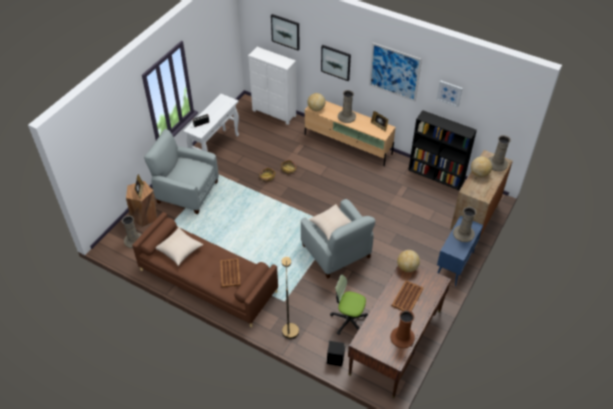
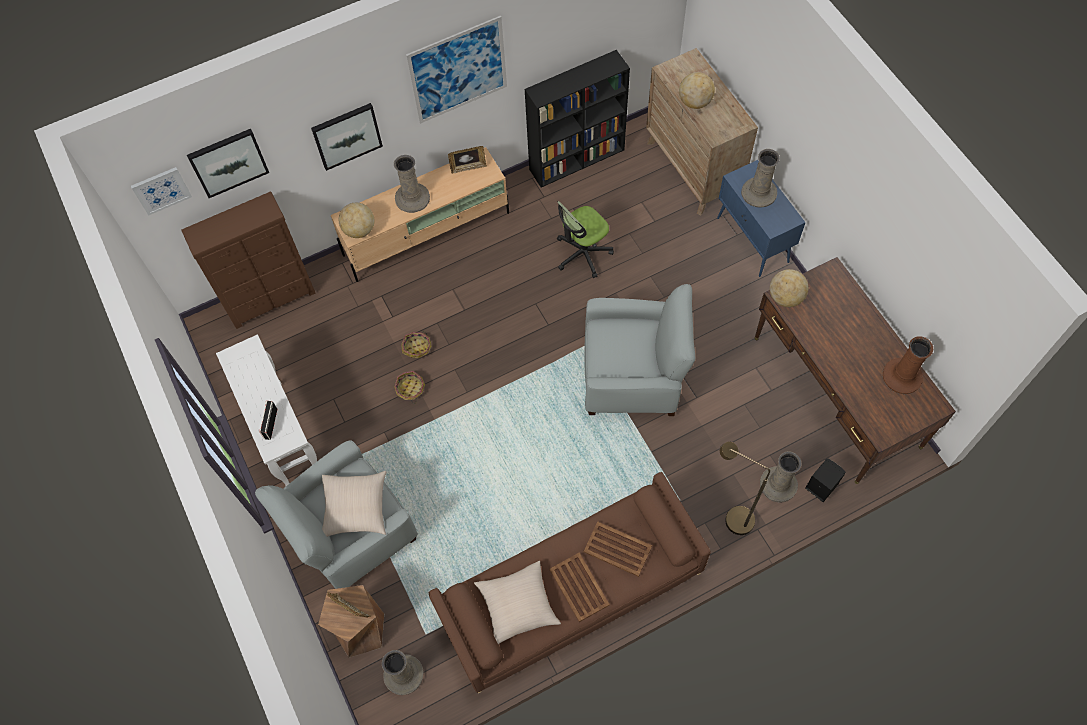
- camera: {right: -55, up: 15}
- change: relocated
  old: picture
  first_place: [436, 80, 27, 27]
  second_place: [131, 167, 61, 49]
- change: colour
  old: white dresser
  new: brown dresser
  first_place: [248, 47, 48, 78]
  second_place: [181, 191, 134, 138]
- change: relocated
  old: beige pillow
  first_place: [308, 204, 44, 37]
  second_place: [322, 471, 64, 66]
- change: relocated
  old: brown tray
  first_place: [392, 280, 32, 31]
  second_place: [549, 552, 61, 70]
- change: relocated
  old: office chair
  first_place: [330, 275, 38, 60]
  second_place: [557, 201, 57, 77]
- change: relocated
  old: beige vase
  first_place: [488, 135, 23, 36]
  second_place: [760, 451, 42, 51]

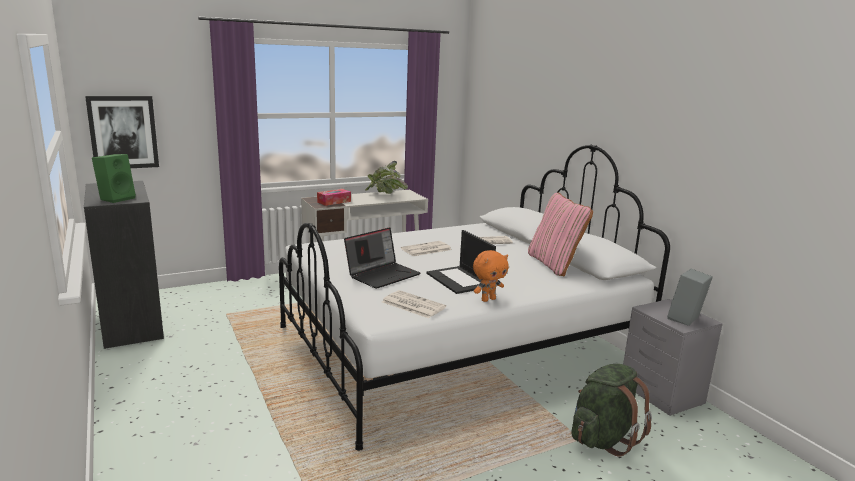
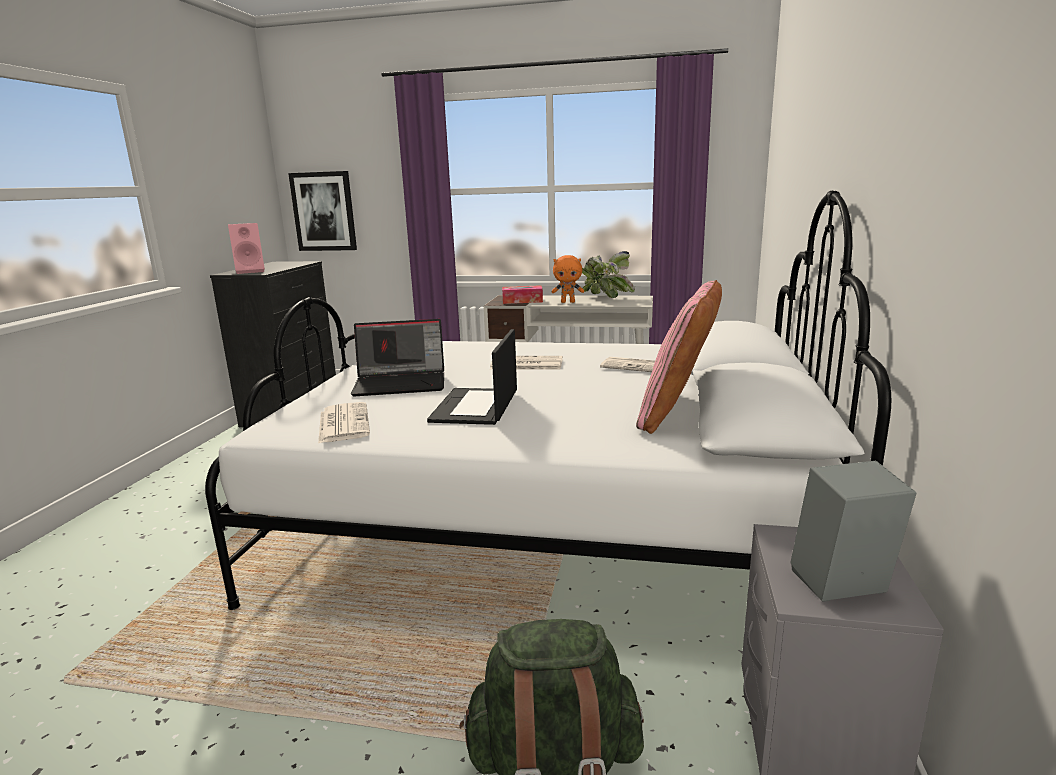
- camera: {right: 40, up: 0}
- change: colour
  old: green speaker
  new: pink speaker
  first_place: [92, 154, 44, 49]
  second_place: [228, 223, 37, 51]
- change: relocated
  old: orange plush toy
  first_place: [473, 250, 36, 52]
  second_place: [552, 255, 32, 48]

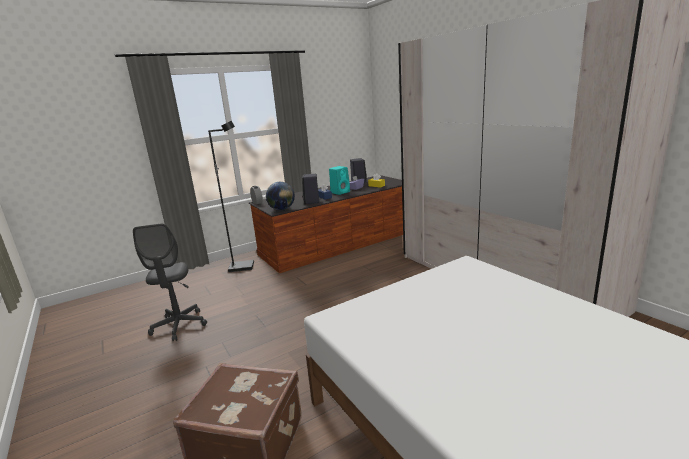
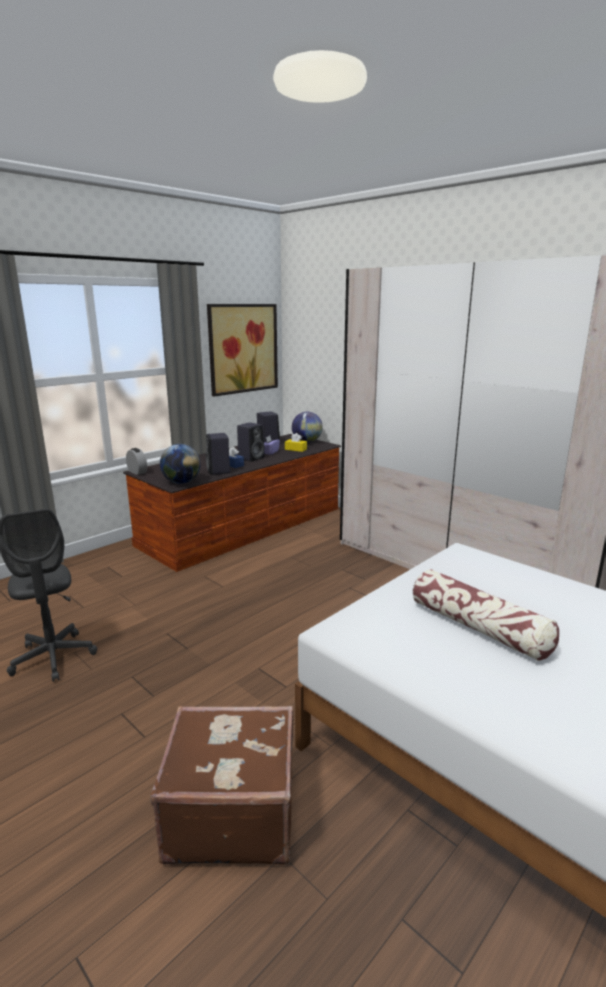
- camera: {right: -15, up: 0}
- change: appeared
  new: picture
  second_place: [207, 304, 71, 93]
- change: colour
  old: turquoise speaker
  new: black speaker
  first_place: [329, 166, 21, 29]
  second_place: [237, 422, 28, 40]
- change: appeared
  new: globe
  second_place: [292, 412, 31, 31]
- change: appeared
  new: pillow
  second_place: [413, 569, 146, 92]
- change: missing
  old: black floor lamp
  first_place: [208, 121, 46, 151]

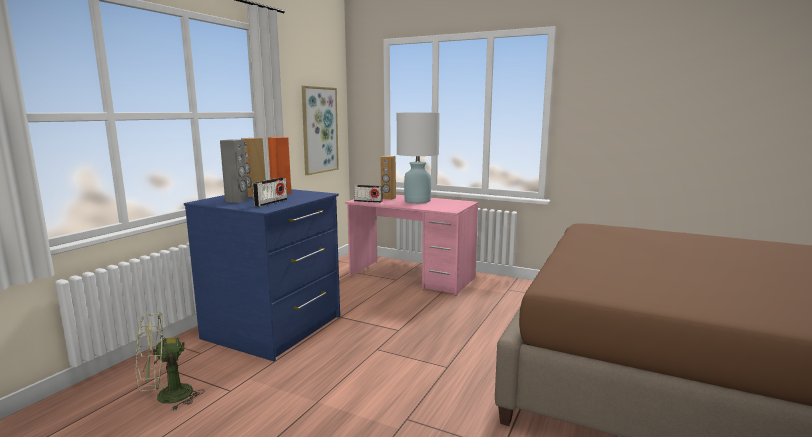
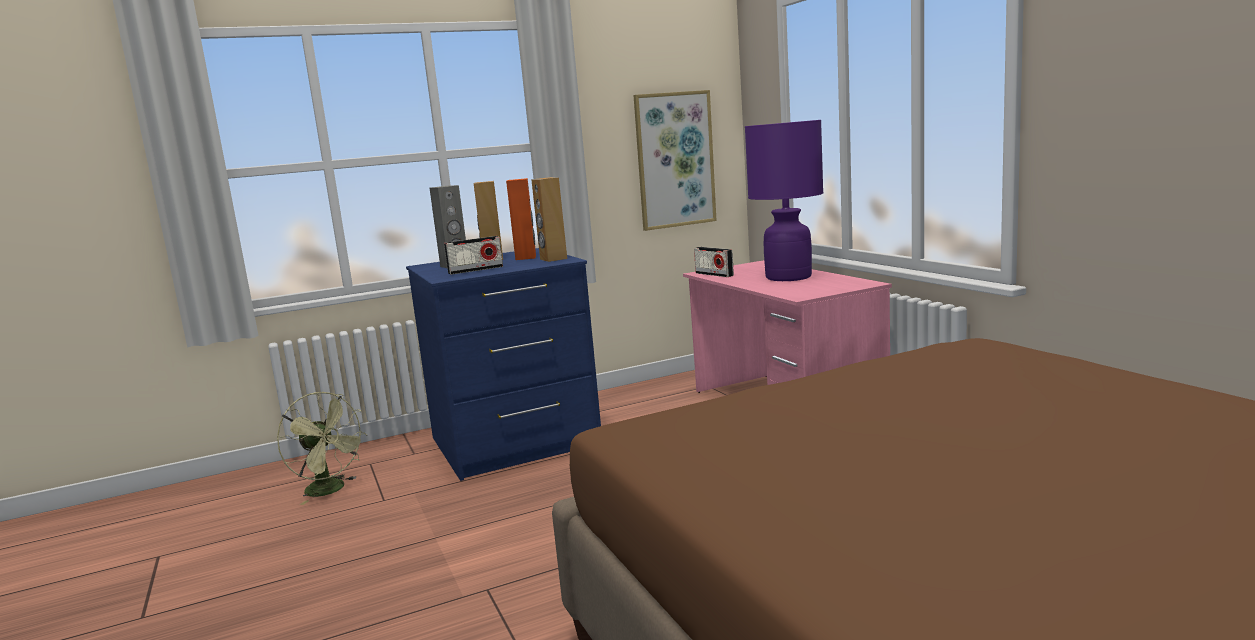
- camera: {right: 40, up: 0}
- change: spun
  old: green fan
  first_place: [135, 312, 70, 99]
  second_place: [277, 392, 90, 113]
  degrees: -150
- change: relocated
  old: brown speaker
  first_place: [381, 156, 15, 44]
  second_place: [531, 177, 36, 85]
- change: colour
  old: white table lamp
  new: purple table lamp
  first_place: [397, 112, 43, 91]
  second_place: [745, 120, 78, 161]

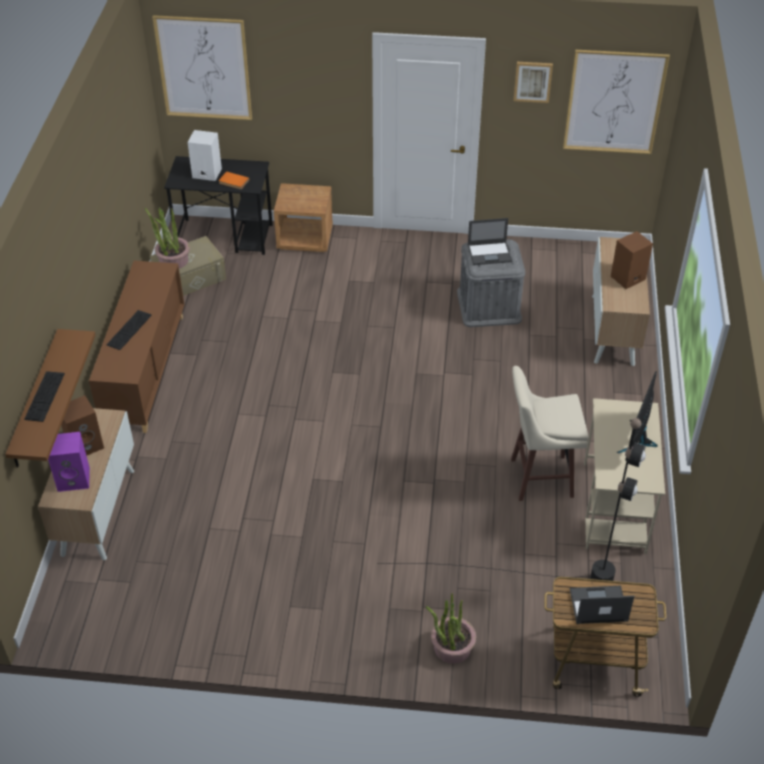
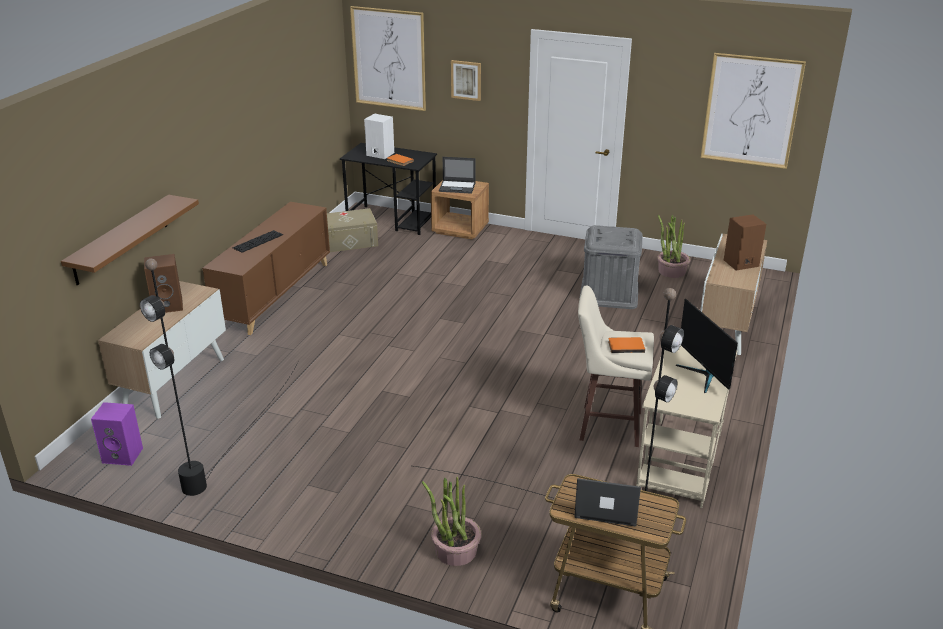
- camera: {right: 15, up: -15}
- change: relocated
  old: purple speaker
  first_place: [48, 432, 42, 60]
  second_place: [91, 402, 52, 64]
- change: appeared
  new: black floor lamp
  second_place: [140, 259, 159, 237]
- change: relocated
  old: laptop
  first_place: [468, 218, 44, 47]
  second_place: [439, 157, 37, 37]
- change: relocated
  old: picture
  first_place: [514, 62, 39, 41]
  second_place: [451, 60, 30, 41]
- change: appeared
  new: orange book
  second_place: [608, 337, 37, 16]
- change: relocated
  old: potted plant
  first_place: [145, 207, 45, 62]
  second_place: [657, 215, 33, 63]
- change: spun
  old: monitor
  first_place: [617, 371, 41, 90]
  second_place: [676, 299, 62, 94]
  degrees: -60
- change: missing
  old: keyboard
  first_place: [24, 371, 41, 51]

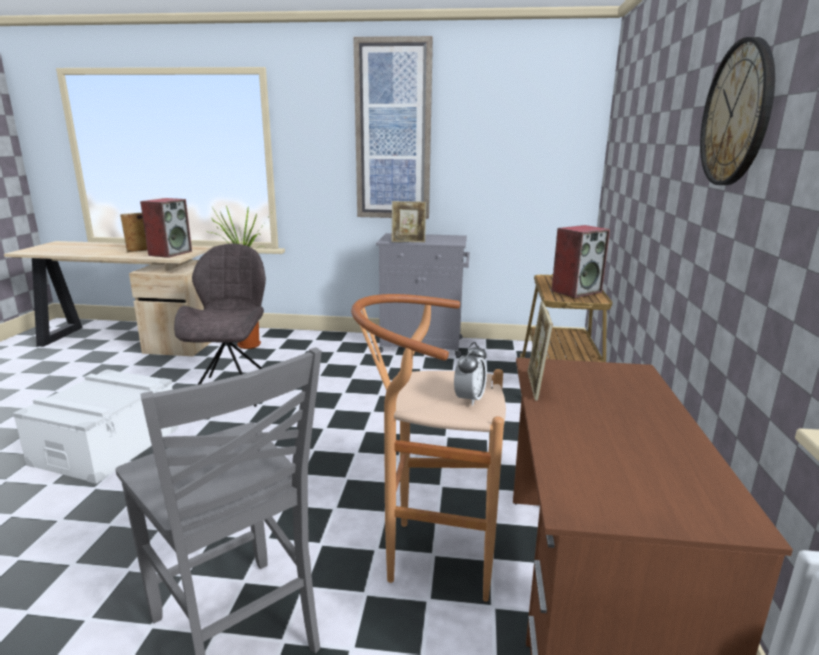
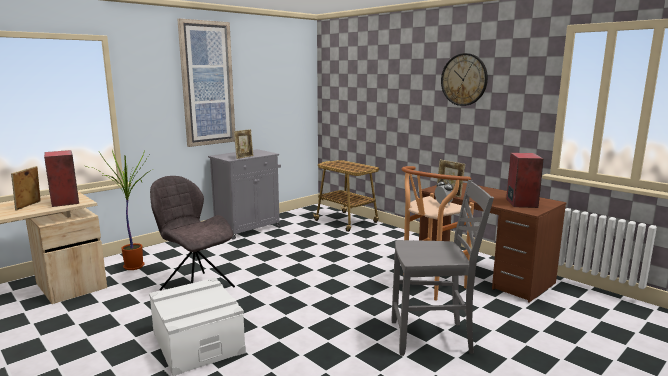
- camera: {right: -50, up: -5}
- change: relocated
  old: speaker
  first_place: [552, 225, 58, 73]
  second_place: [506, 153, 38, 55]

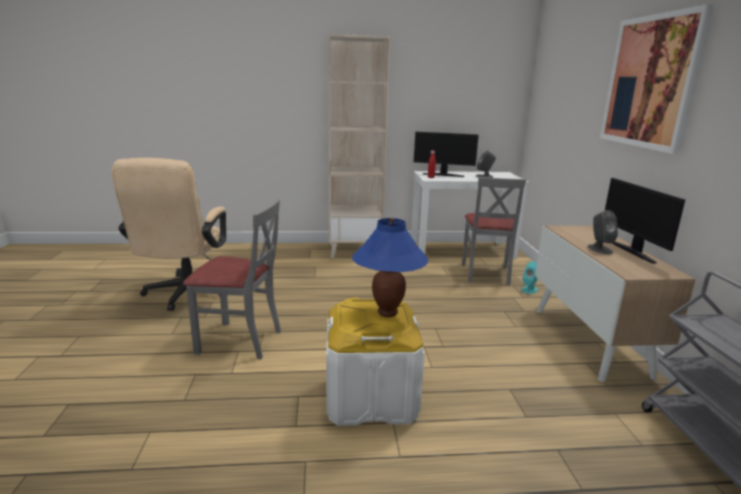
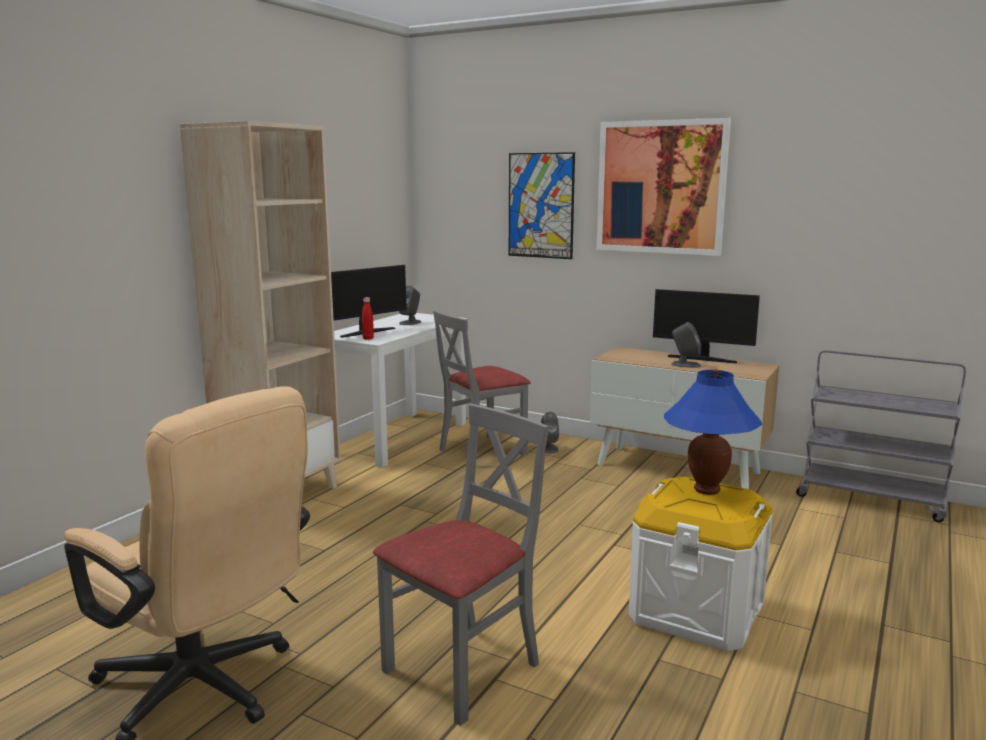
- camera: {right: -55, up: -5}
- change: spun
  old: grey chair
  first_place: [462, 177, 64, 108]
  second_place: [433, 310, 98, 153]
  degrees: 105
- change: appeared
  new: picture
  second_place: [509, 152, 66, 107]
- change: colour
  old: turquoise speaker
  new: grey speaker
  first_place: [521, 261, 17, 33]
  second_place: [541, 412, 18, 41]

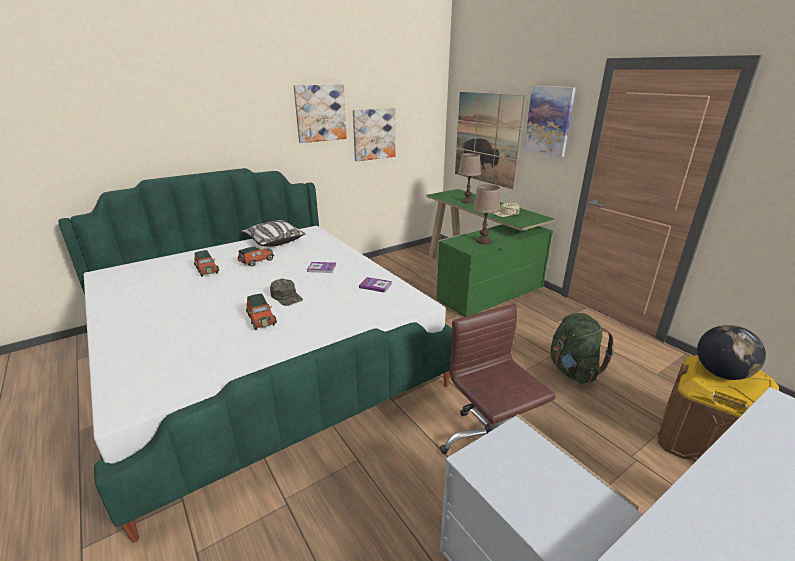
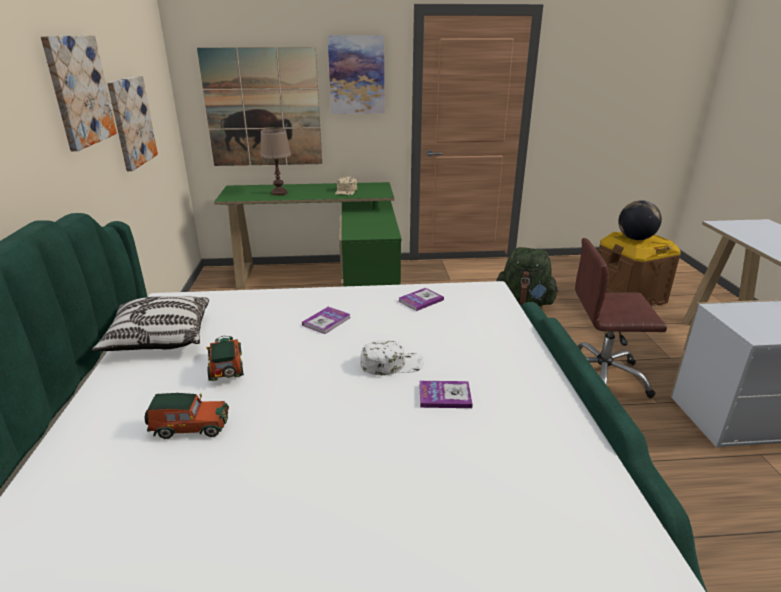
- camera: {right: -60, up: 0}
- change: colour
  old: green cap
  new: white cap
  first_place: [270, 279, 33, 27]
  second_place: [360, 340, 64, 35]
- change: exchanged
  old: toy car
  new: book
  first_place: [246, 294, 31, 36]
  second_place: [419, 381, 54, 27]
- change: missing
  old: brown table lamp
  first_place: [473, 185, 27, 59]

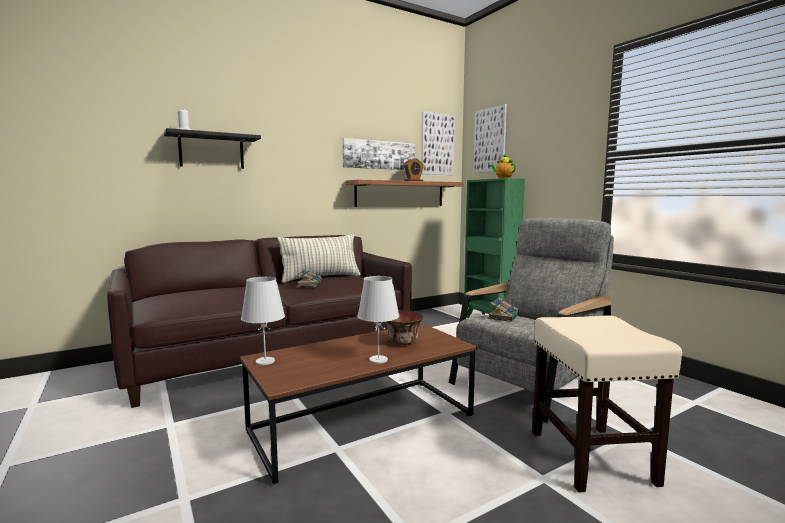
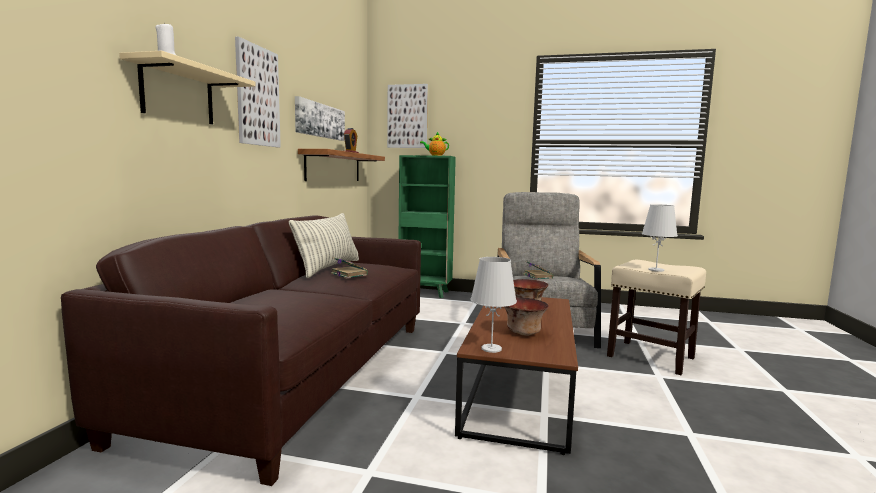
- camera: {right: -45, up: 0}
- change: colour
  old: black shelf
  new: beige shelf
  first_place: [164, 128, 97, 41]
  second_place: [119, 51, 137, 73]
- change: relocated
  old: picture
  first_place: [421, 111, 34, 64]
  second_place: [235, 36, 46, 111]
- change: appeared
  new: bowl
  second_place: [504, 297, 45, 38]
- change: relocated
  old: white table lamp
  first_place: [357, 276, 42, 88]
  second_place: [642, 204, 36, 68]

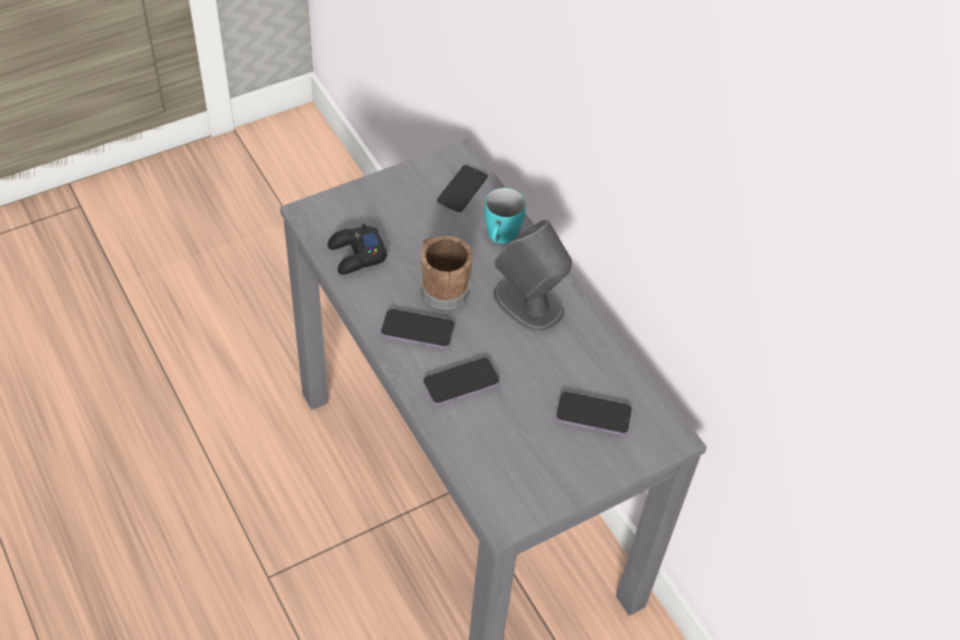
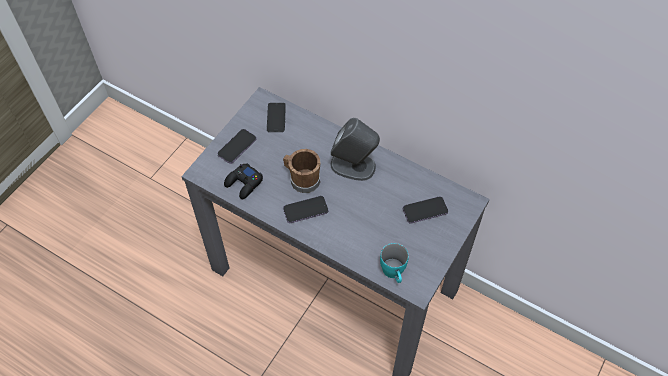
- camera: {right: -25, up: 5}
- change: relocated
  old: phone
  first_place: [423, 357, 77, 48]
  second_place: [217, 129, 40, 35]
- change: relocated
  old: turquoise mug
  first_place: [484, 188, 42, 55]
  second_place: [380, 243, 29, 40]

